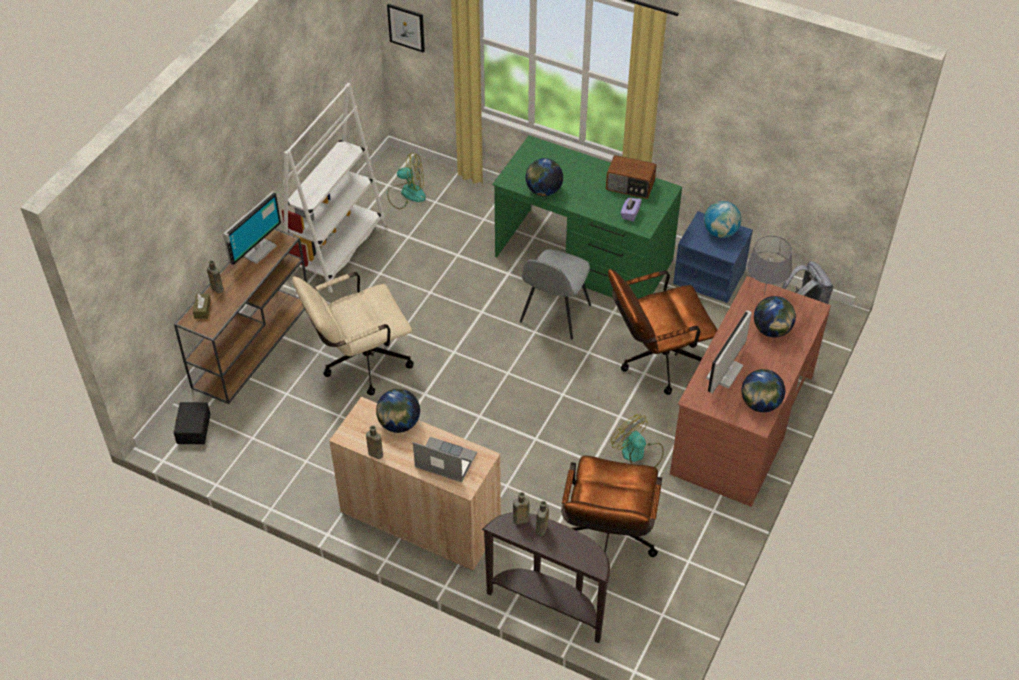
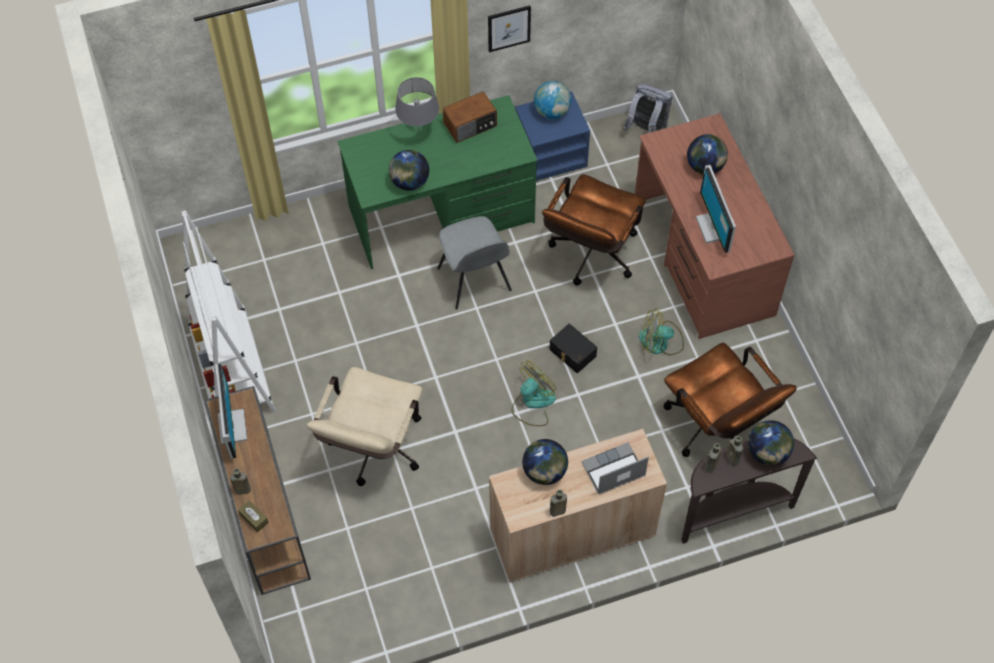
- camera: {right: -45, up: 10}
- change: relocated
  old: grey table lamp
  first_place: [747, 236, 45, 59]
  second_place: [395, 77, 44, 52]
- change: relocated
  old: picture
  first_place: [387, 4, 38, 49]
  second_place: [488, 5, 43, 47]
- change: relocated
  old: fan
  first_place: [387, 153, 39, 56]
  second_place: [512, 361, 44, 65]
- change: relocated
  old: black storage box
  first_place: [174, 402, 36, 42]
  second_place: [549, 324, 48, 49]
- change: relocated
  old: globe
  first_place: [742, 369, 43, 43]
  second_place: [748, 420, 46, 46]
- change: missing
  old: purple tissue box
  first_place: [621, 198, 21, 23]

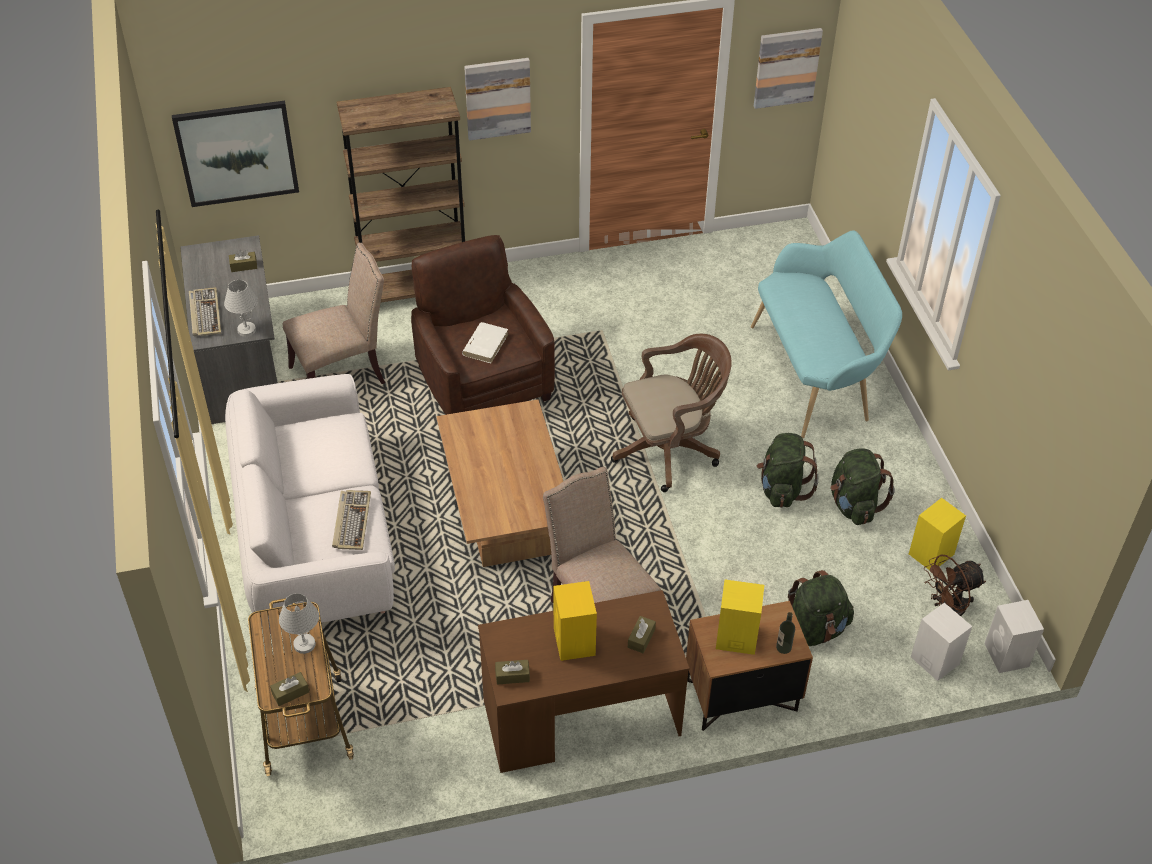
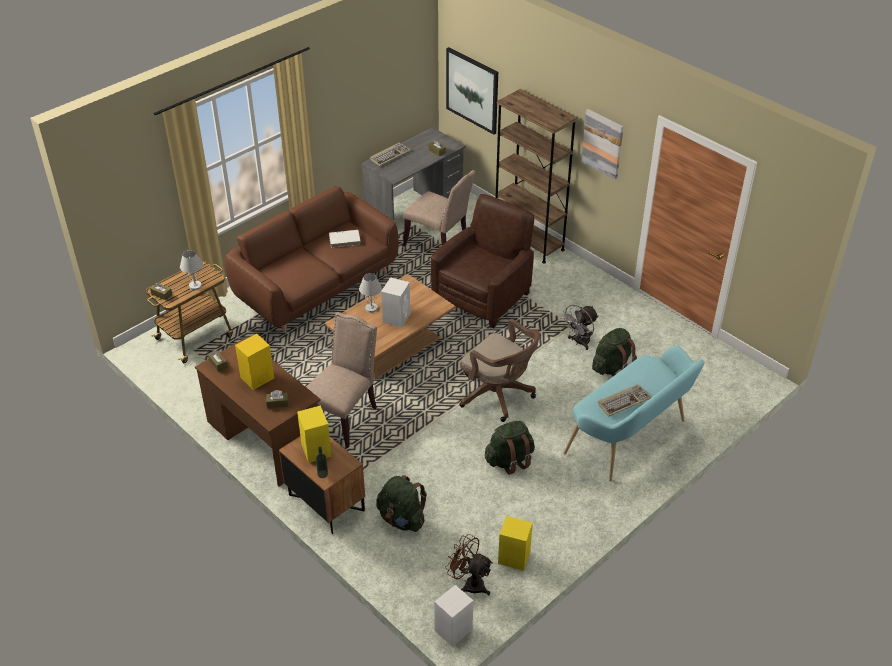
- camera: {right: 60, up: -5}
- change: colour
  old: white sofa
  new: brown sofa
  first_place: [225, 374, 170, 261]
  second_place: [225, 186, 173, 147]
- change: relocated
  old: white book
  first_place: [462, 322, 47, 41]
  second_place: [329, 230, 32, 18]
- change: relocated
  old: white table lamp
  first_place: [224, 280, 34, 57]
  second_place: [359, 273, 23, 40]
- change: relocated
  old: white speaker
  first_place: [911, 603, 61, 78]
  second_place: [381, 277, 29, 51]
- change: appeared
  new: grey fan
  second_place: [560, 305, 38, 45]
- change: relocated
  old: green backpack
  first_place: [831, 448, 64, 77]
  second_place: [592, 328, 45, 48]
- change: relocated
  old: keyboard
  first_place: [332, 490, 39, 60]
  second_place: [598, 384, 54, 33]
- change: missing
  old: picture
  first_place: [754, 28, 69, 81]

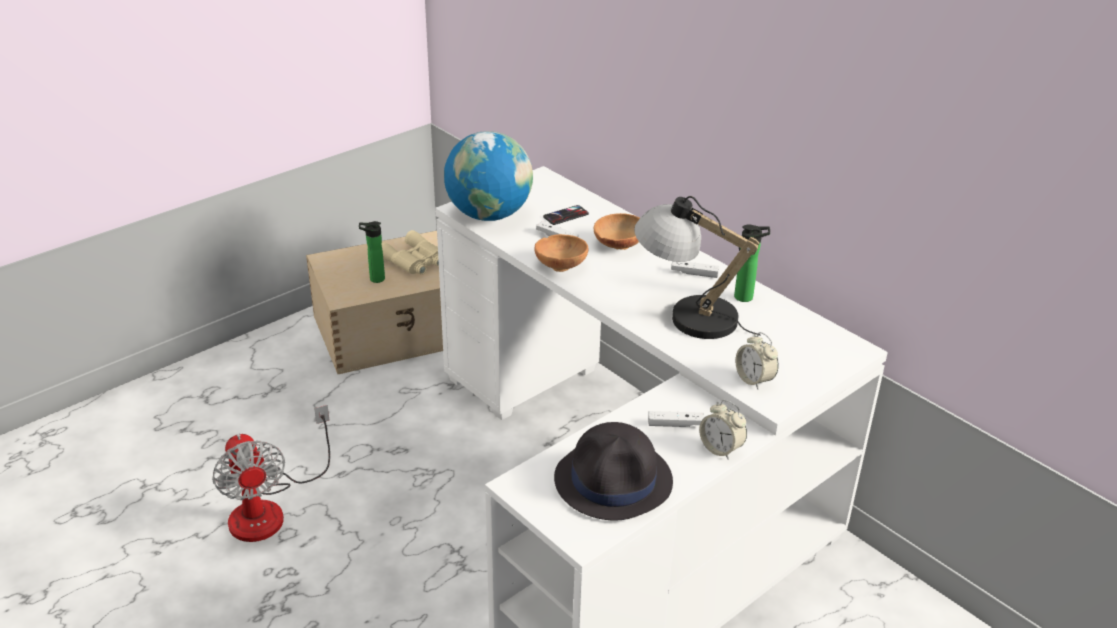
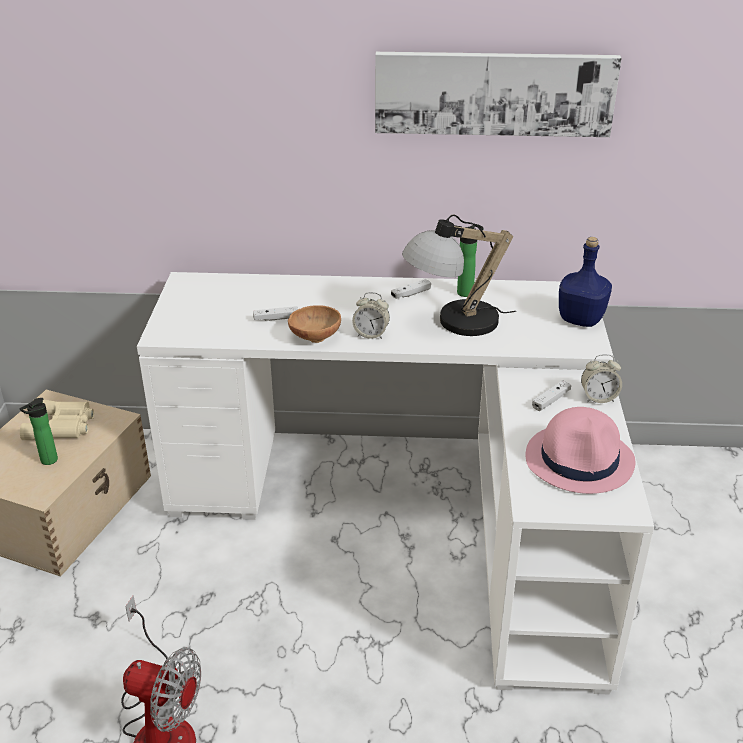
- camera: {right: -45, up: 0}
- change: relocated
  old: alarm clock
  first_place: [735, 332, 44, 58]
  second_place: [352, 292, 38, 47]
- change: appeared
  new: picture
  second_place: [375, 52, 247, 85]
- change: colour
  old: black hat
  new: pink hat
  first_place: [554, 422, 119, 99]
  second_place: [526, 407, 109, 87]
- change: appeared
  new: blue bottle
  second_place: [559, 237, 53, 90]
- change: missing
  old: globe
  first_place: [444, 131, 89, 90]
- change: missing
  old: phone
  first_place: [543, 205, 46, 20]
- change: missing
  old: brown bowl
  first_place: [594, 213, 46, 37]

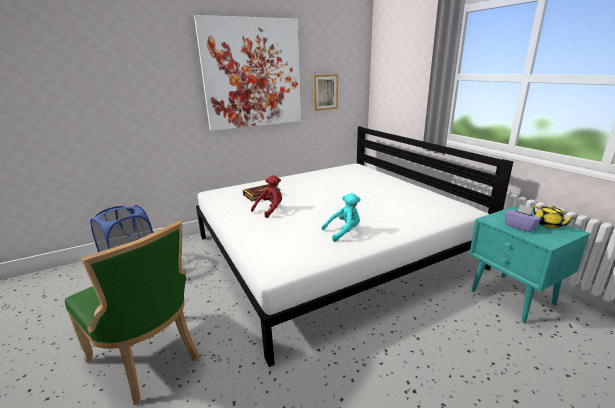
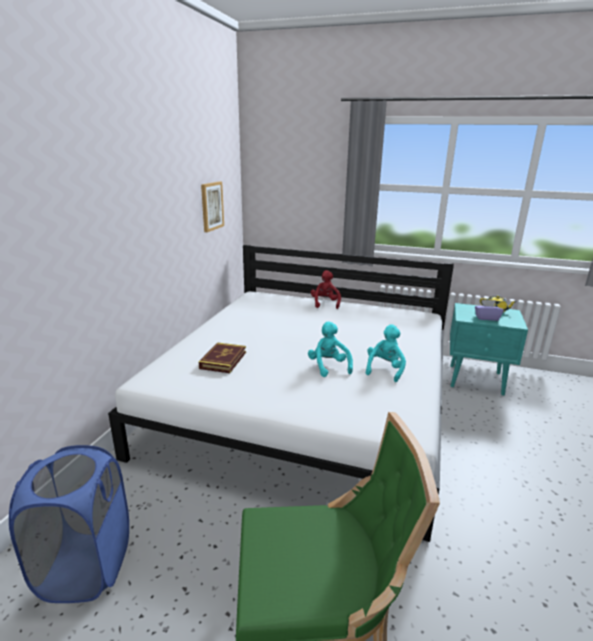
- camera: {right: -45, up: 0}
- change: appeared
  new: turquoise plush toy
  second_place: [308, 322, 45, 55]
- change: relocated
  old: red plush toy
  first_place: [251, 175, 31, 43]
  second_place: [311, 270, 30, 39]
- change: missing
  old: picture
  first_place: [194, 15, 107, 116]

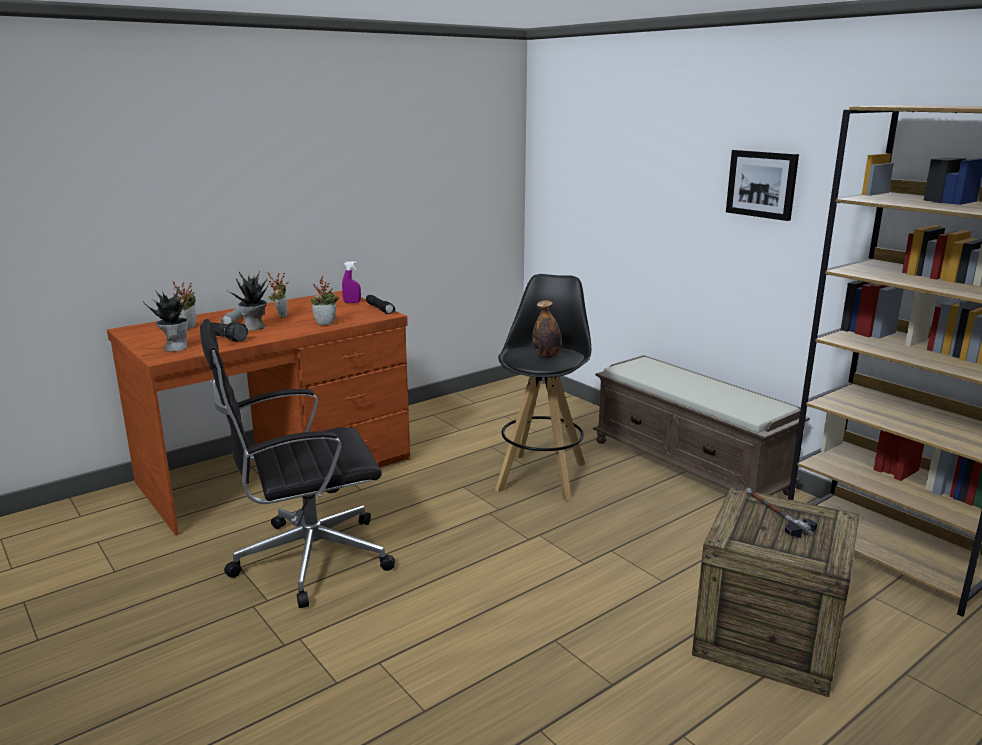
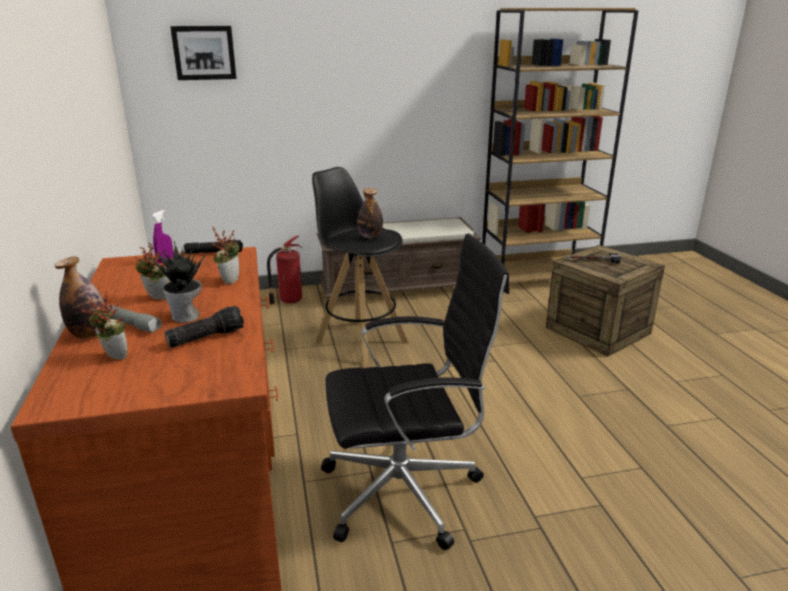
- camera: {right: -65, up: 5}
- change: appeared
  new: bottle
  second_place: [54, 256, 51, 83]
- change: relocated
  old: picture
  first_place: [726, 150, 73, 71]
  second_place: [170, 26, 67, 54]
- change: appeared
  new: fire extinguisher
  second_place: [267, 235, 35, 70]
- change: spun
  old: black office chair
  first_place: [200, 319, 195, 289]
  second_place: [321, 234, 188, 316]
  degrees: -105
- change: missing
  old: potted plant
  first_place: [144, 286, 44, 65]

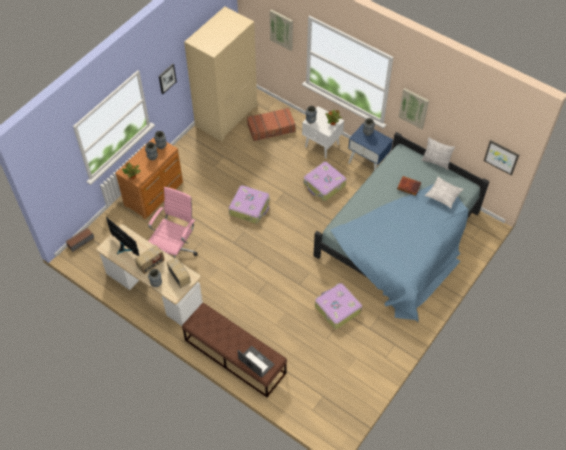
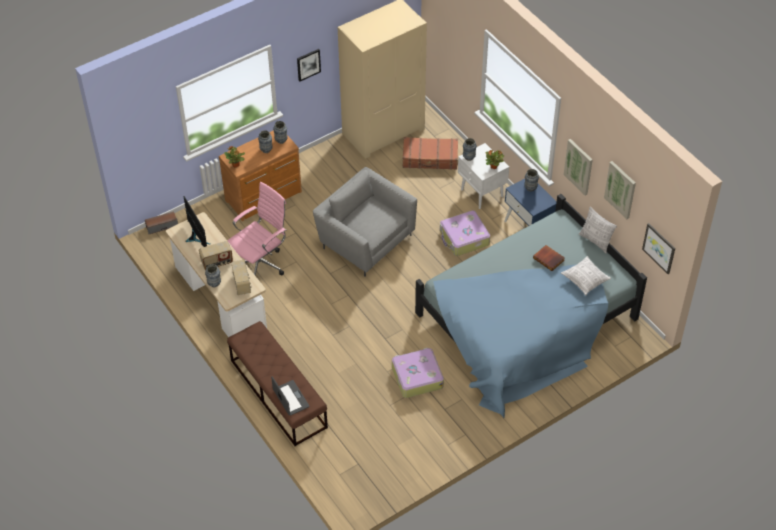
- camera: {right: 20, up: -5}
- change: exchanged
  old: suitcase
  new: grey armchair
  first_place: [229, 185, 41, 39]
  second_place: [313, 167, 104, 110]
- change: relocated
  old: picture
  first_place: [270, 10, 23, 41]
  second_place: [604, 161, 32, 58]

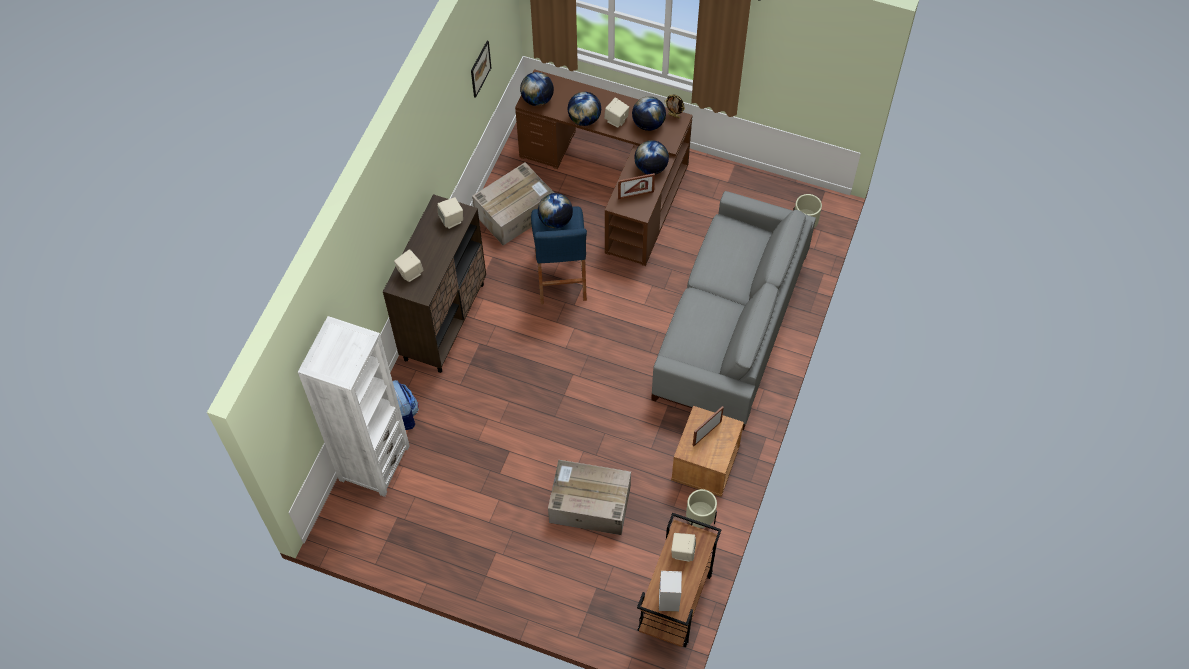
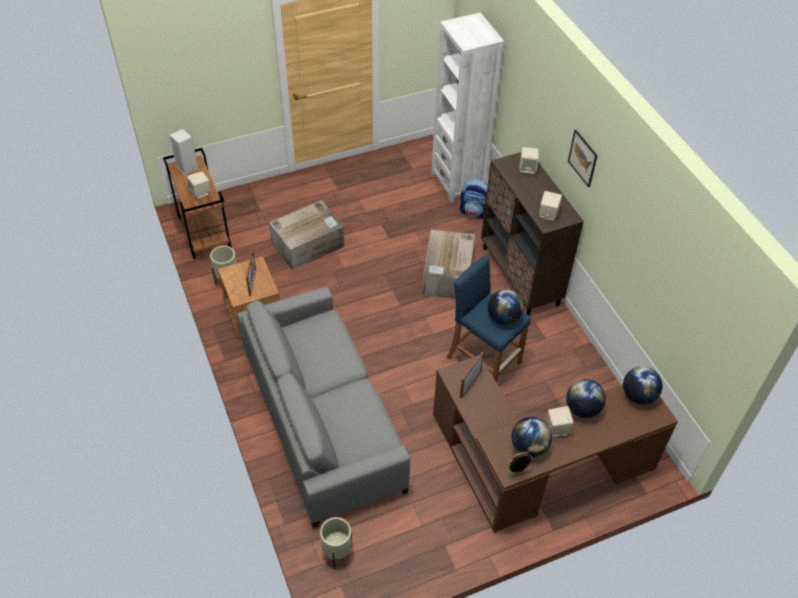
- camera: {right: 135, up: -10}
- change: relocated
  old: cardboard box
  first_place: [472, 163, 82, 82]
  second_place: [422, 230, 53, 69]
- change: relocated
  old: picture
  first_place: [471, 41, 20, 57]
  second_place: [568, 130, 30, 57]
- change: missing
  old: globe
  first_place: [634, 140, 35, 35]

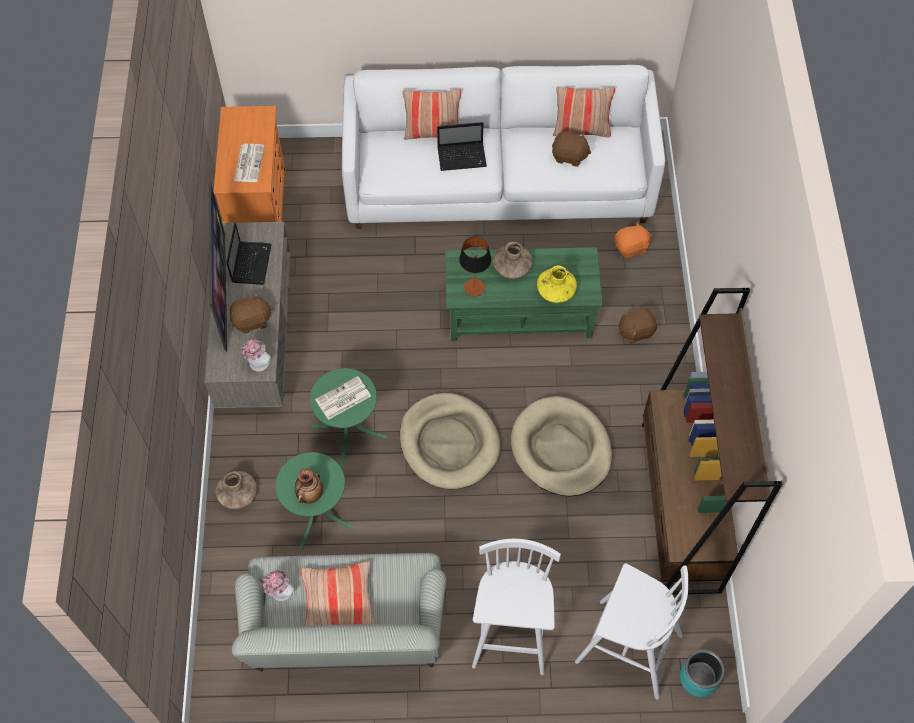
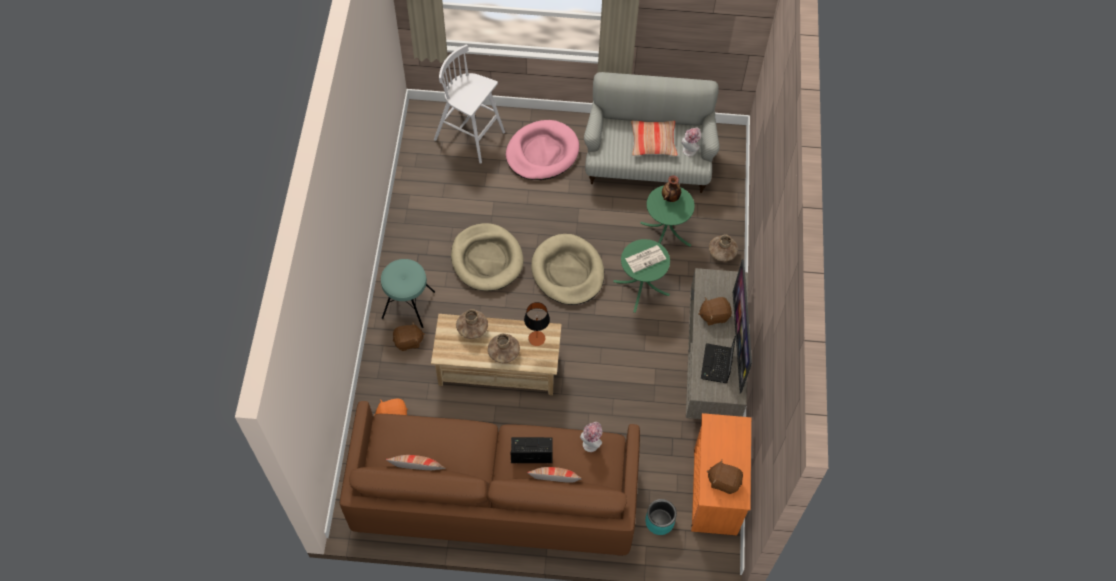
- camera: {right: -175, up: 0}
- change: colour
  old: white sofa
  new: brown sofa
  first_place: [342, 65, 323, 164]
  second_place: [340, 401, 300, 155]
- change: appeared
  new: turquoise stool
  second_place: [381, 259, 54, 69]
- change: colour
  old: green coffee table
  new: beige coffee table
  first_place: [445, 247, 158, 94]
  second_place: [431, 314, 131, 81]
- change: colour
  old: yellow vase
  new: brown vase
  first_place: [537, 265, 40, 38]
  second_place: [456, 309, 32, 30]
- change: exchanged
  old: white stool
  new: pink dog bed
  first_place: [472, 539, 89, 136]
  second_place: [506, 120, 73, 60]
- change: relocated
  old: hat
  first_place: [241, 339, 30, 33]
  second_place: [580, 422, 22, 30]
- change: relocated
  old: turquoise planter
  first_place: [680, 649, 45, 48]
  second_place: [645, 499, 32, 36]
- change: relocated
  old: brown plush toy
  first_place: [552, 131, 39, 36]
  second_place: [707, 459, 36, 35]
- change: missing
  old: newspaper
  first_place: [234, 144, 31, 38]
- change: missing
  old: brown bookcase
  first_place: [642, 288, 140, 307]

